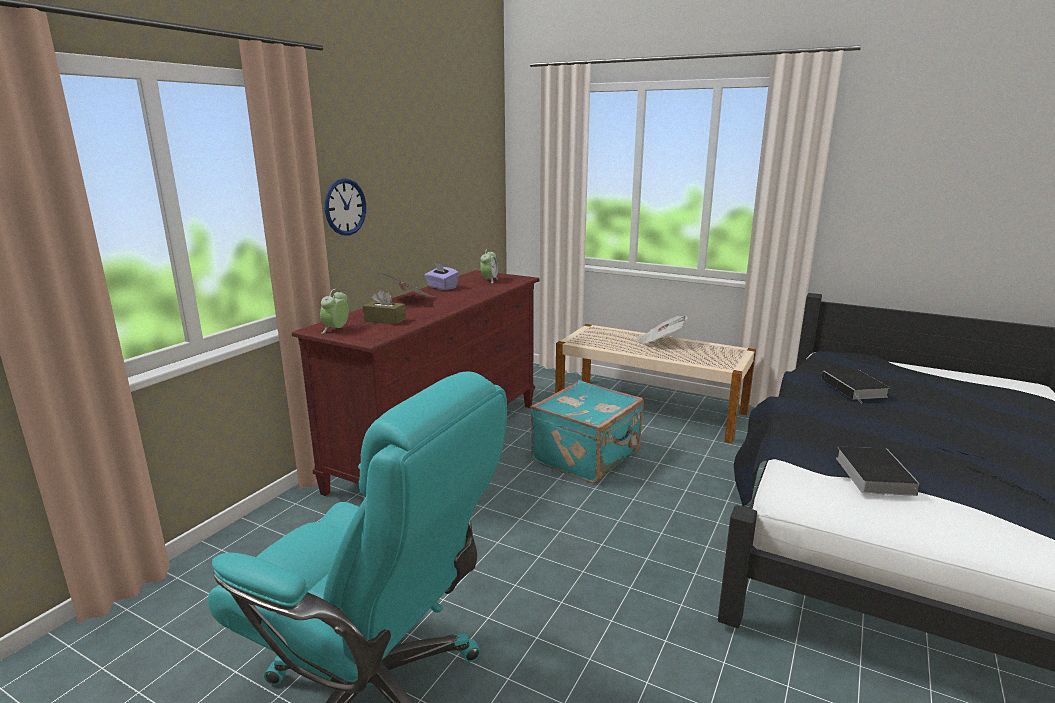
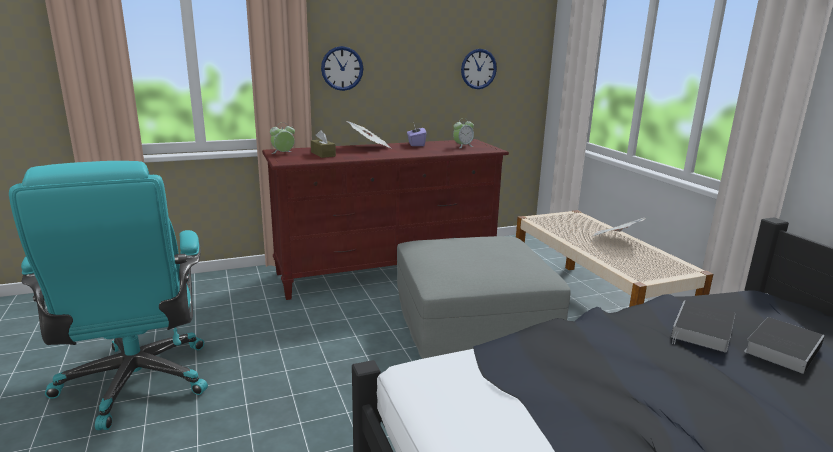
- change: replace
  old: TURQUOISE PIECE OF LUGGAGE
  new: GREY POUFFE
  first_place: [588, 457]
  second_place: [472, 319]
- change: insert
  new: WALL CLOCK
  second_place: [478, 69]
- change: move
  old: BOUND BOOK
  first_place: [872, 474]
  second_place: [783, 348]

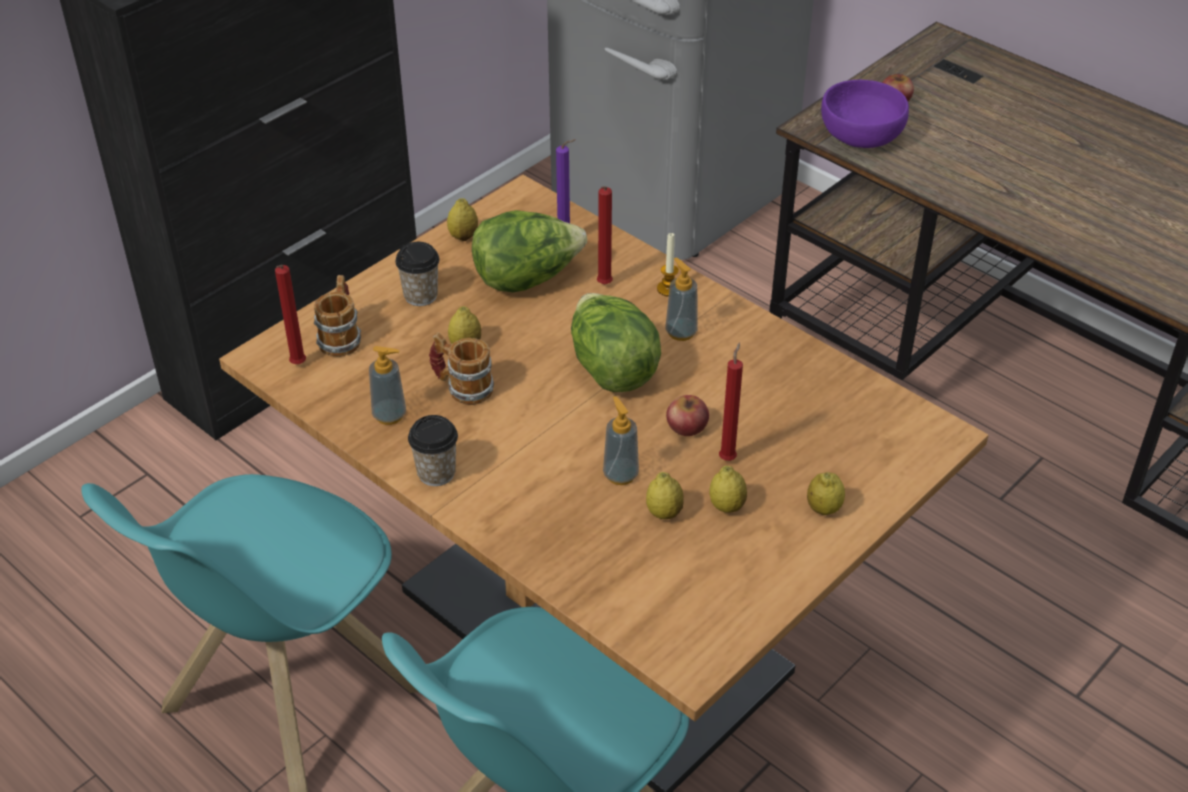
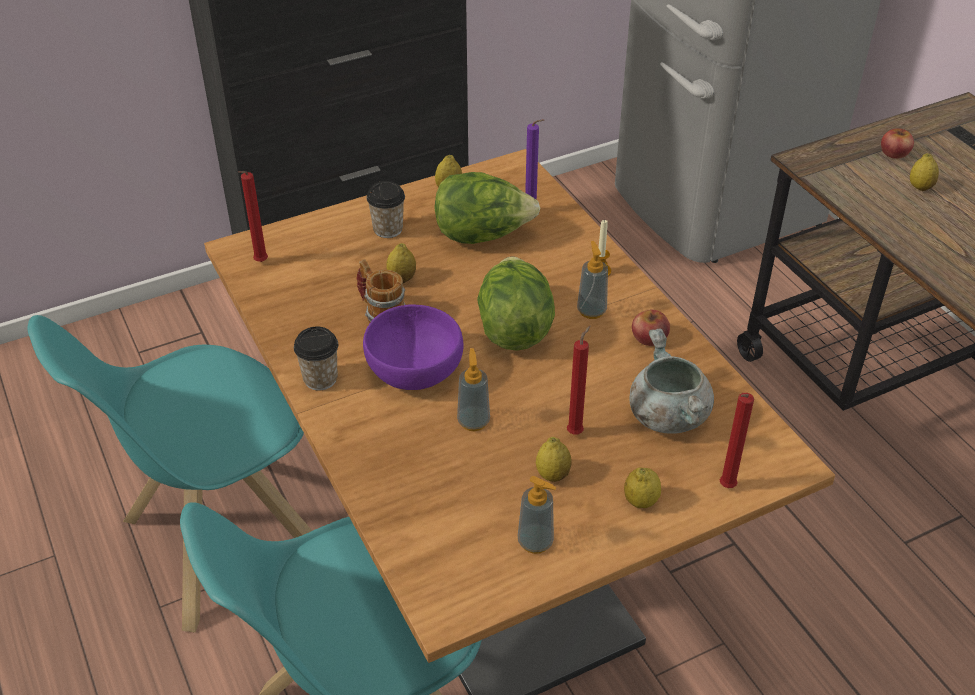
- change: move
  old: PURPLE-COLOURED DEEP DISH
  first_place: [861, 136]
  second_place: [413, 370]
- change: move
  old: SOAP DISPENSER
  first_place: [389, 415]
  second_place: [535, 542]
- change: insert
  new: GREY STOCKPOT
  second_place: [666, 415]
- change: move
  old: WHOLE APPLE
  first_place: [687, 426]
  second_place: [649, 337]
- change: move
  old: REDDISH WAX CANDLE
  first_place: [603, 286]
  second_place: [725, 488]
- change: move
  old: CITRUS FRUIT
  first_place: [664, 513]
  second_place: [920, 187]
- change: delete
  old: MUG
  first_place: [341, 337]

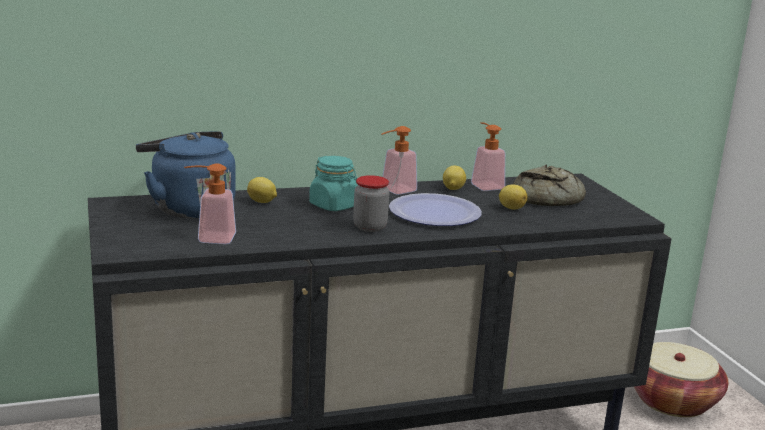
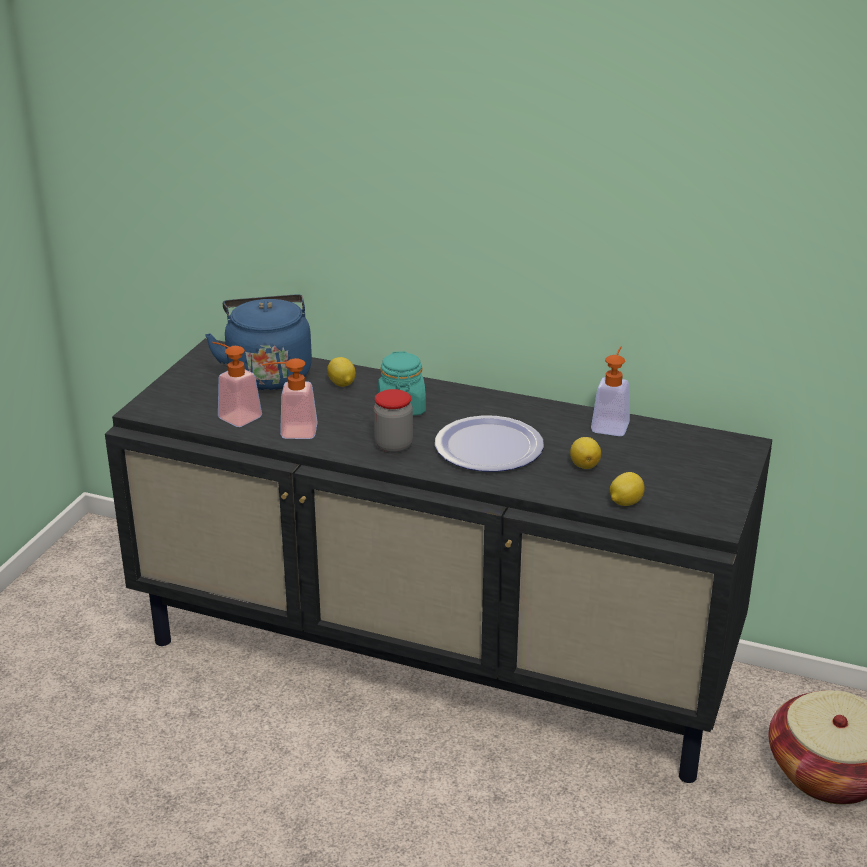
- change: move
  old: SOAP DISPENSER
  first_place: [394, 191]
  second_place: [291, 431]
- change: move
  old: CITRUS FRUIT
  first_place: [452, 189]
  second_place: [625, 502]
- change: delete
  old: BAKED BREAD
  first_place: [548, 198]

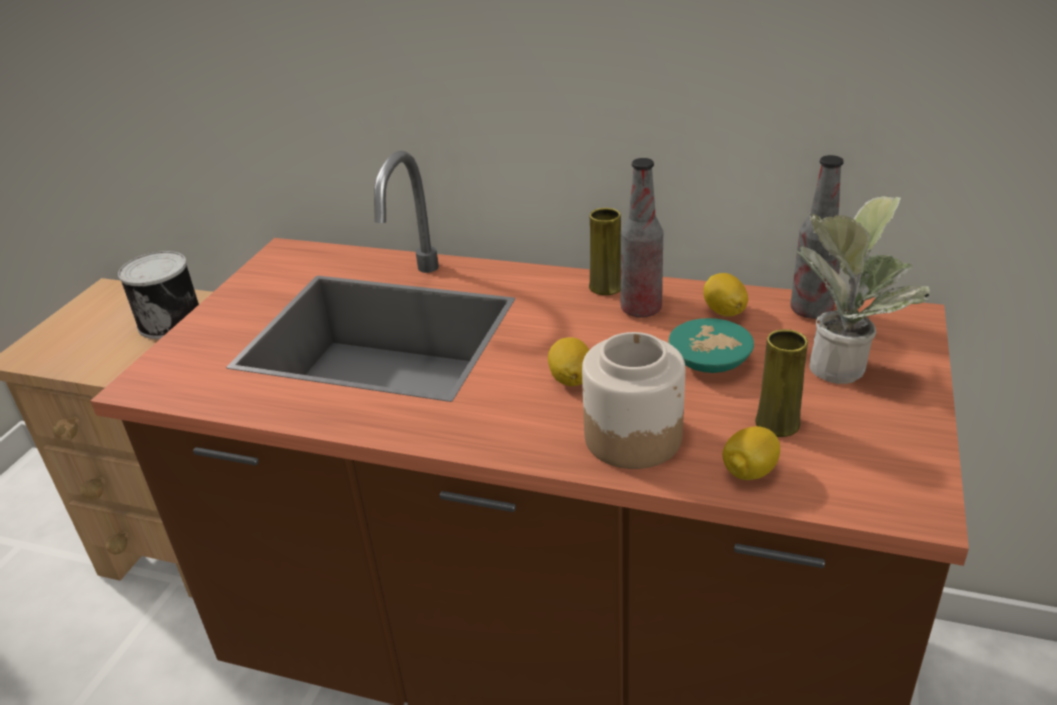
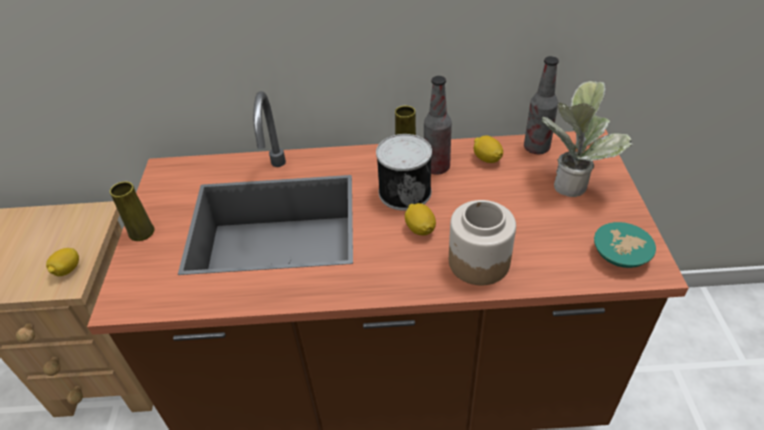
- change: move
  old: CITRUS FRUIT
  first_place: [749, 472]
  second_place: [68, 270]
- change: move
  old: YELLOW-COLOURED VASE
  first_place: [777, 424]
  second_place: [141, 232]
- change: move
  old: METAL CAN
  first_place: [171, 321]
  second_place: [404, 191]
- change: move
  old: TURQUOISE DEEP DISH
  first_place: [712, 362]
  second_place: [622, 255]

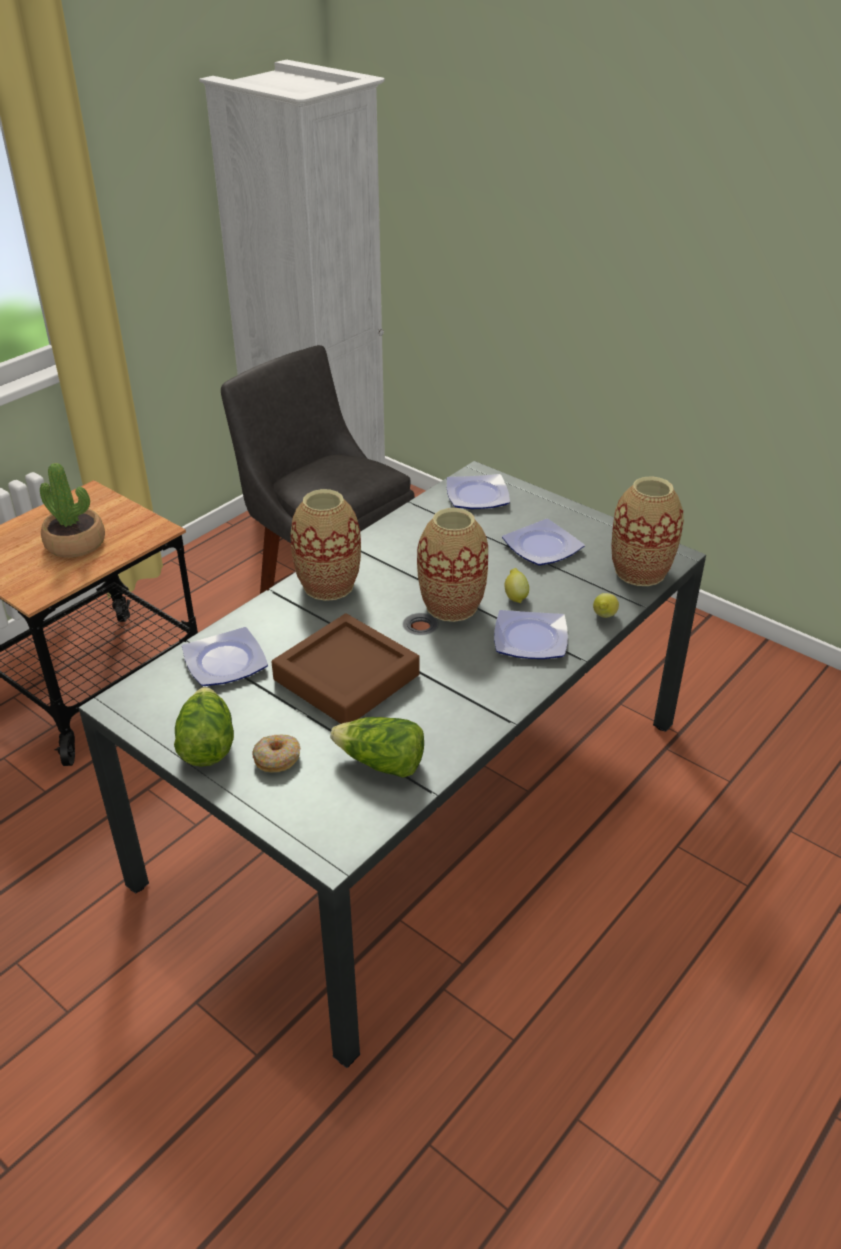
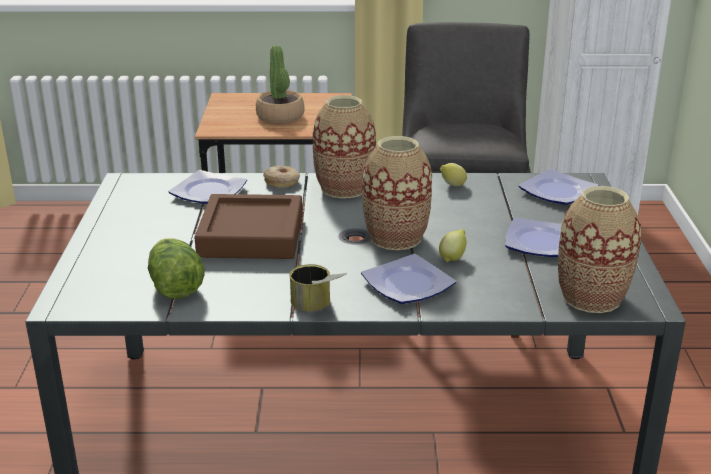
- change: move
  old: DONUT
  first_place: [277, 758]
  second_place: [282, 182]
- change: insert
  new: METAL CAN
  second_place: [318, 306]
- change: move
  old: CITRUS FRUIT
  first_place: [604, 617]
  second_place: [452, 186]
- change: delete
  old: HEAD OF LETTUCE
  first_place: [206, 743]

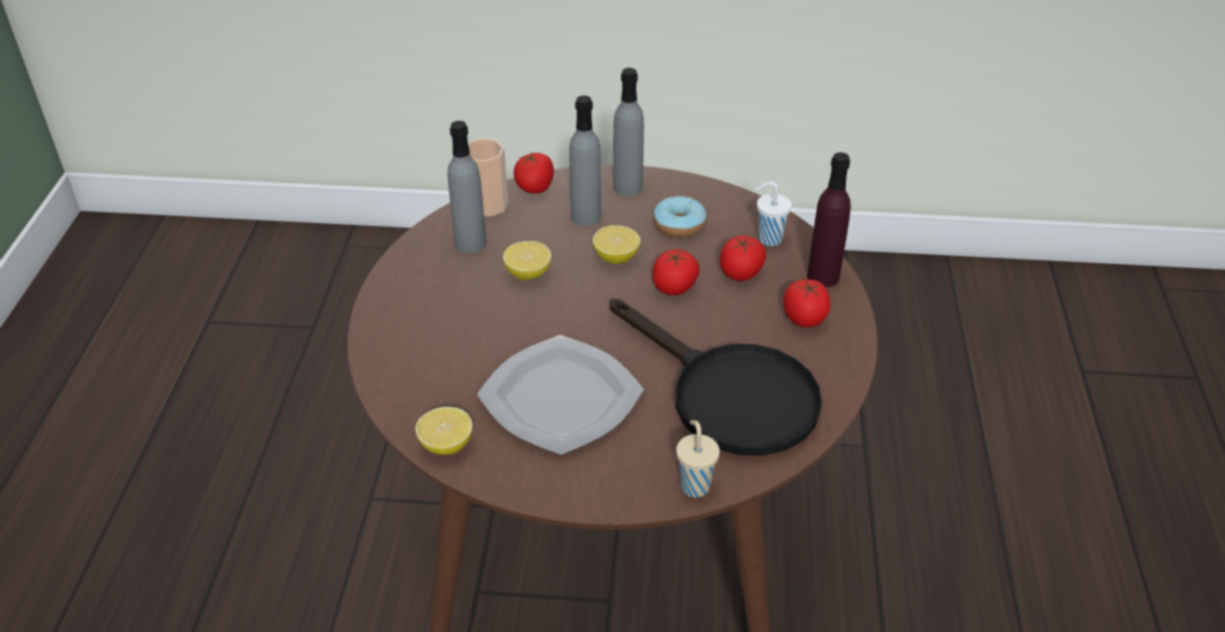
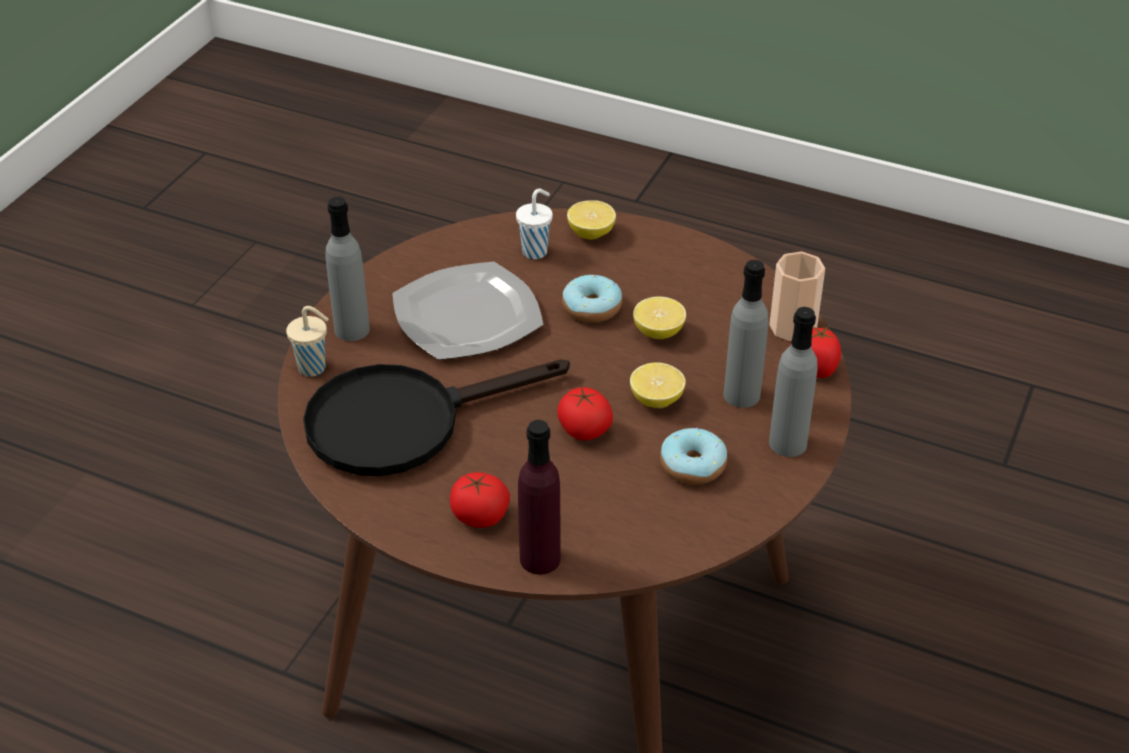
- change: move
  old: GREY DRINK BOTTLE
  first_place: [470, 243]
  second_place: [352, 329]
- change: move
  old: WHITE DRINKING CUP
  first_place: [768, 239]
  second_place: [536, 251]
- change: insert
  new: DONUT
  second_place: [592, 308]
- change: move
  old: CITRUS FRUIT
  first_place: [446, 445]
  second_place: [591, 233]
- change: delete
  old: WHOLE TOMATO
  first_place: [741, 273]

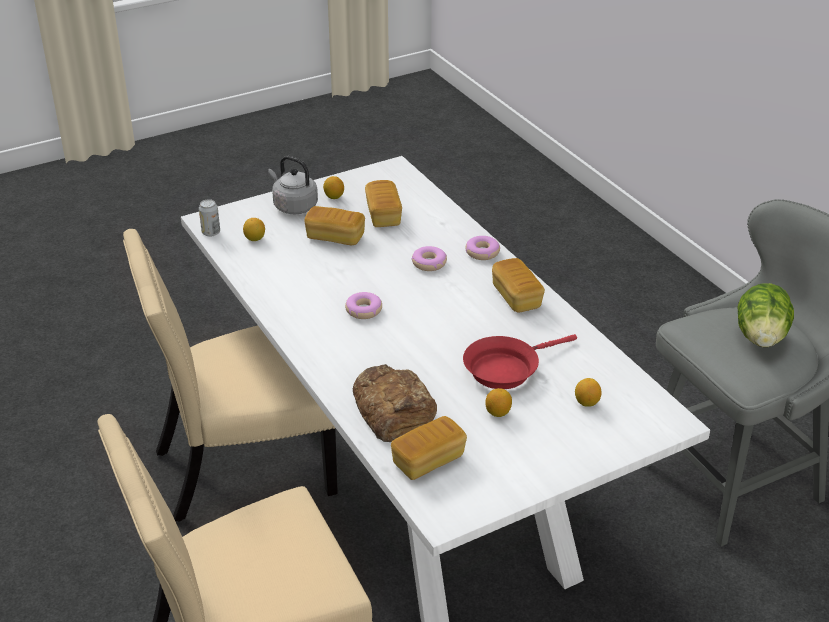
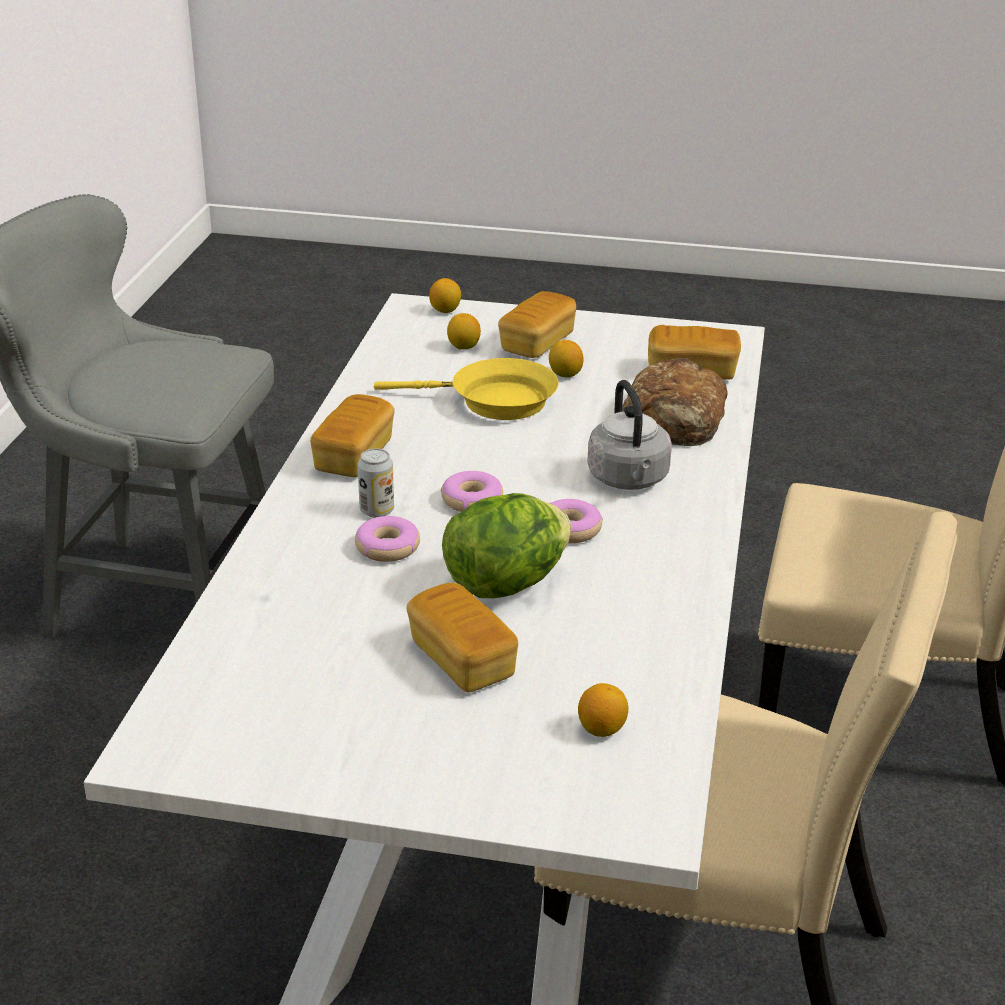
- change: move
  old: METAL CAN
  first_place: [211, 232]
  second_place: [377, 510]
- change: recolor
  old: REDDISH PAN
  new: YELLOW-COLOURED PAN
  first_place: [506, 368]
  second_place: [494, 401]
- change: move
  old: CITRUS FRUIT
  first_place: [334, 197]
  second_place: [445, 310]
- change: move
  old: DONUT
  first_place: [482, 252]
  second_place: [471, 500]
- change: move
  old: HEAD OF LETTUCE
  first_place: [761, 337]
  second_place: [506, 584]
- change: move
  old: BAKED BREAD
  first_place: [383, 215]
  second_place: [537, 343]
- change: move
  old: GREY WATER KETTLE
  first_place: [293, 206]
  second_place: [629, 480]

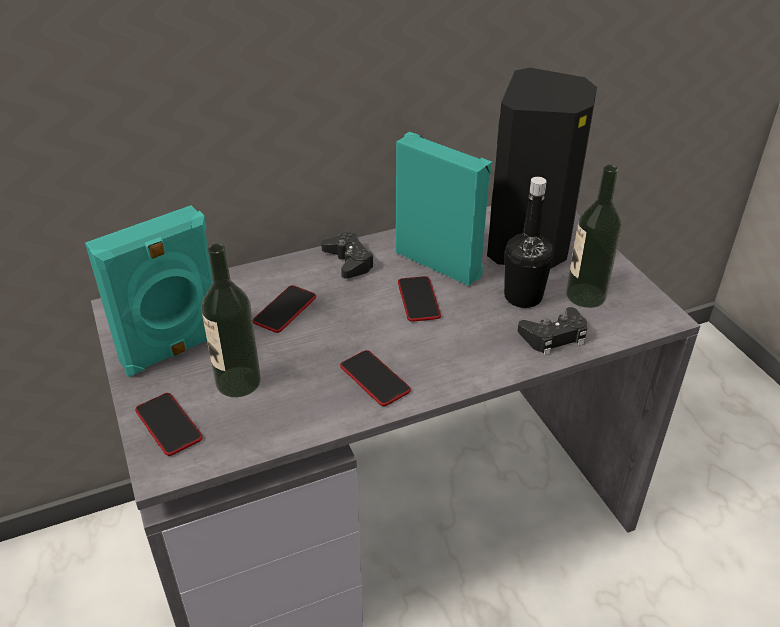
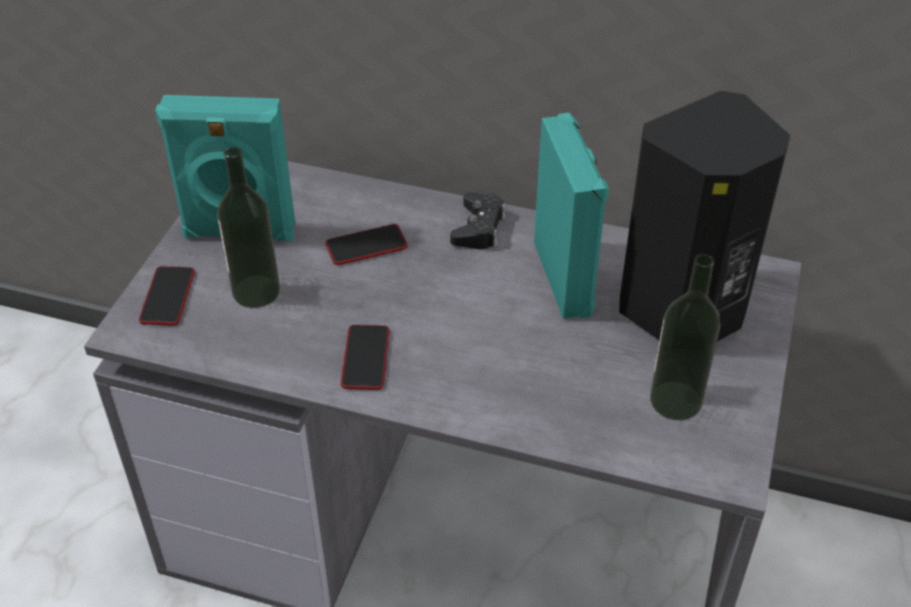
- change: delete
  old: TELEPHONE
  first_place: [418, 300]
- change: delete
  old: BLACK-COLOURED DRINK BOTTLE
  first_place: [523, 297]
- change: delete
  old: BLACK-COLOURED GAME CONTROLLER
  first_place: [554, 336]

